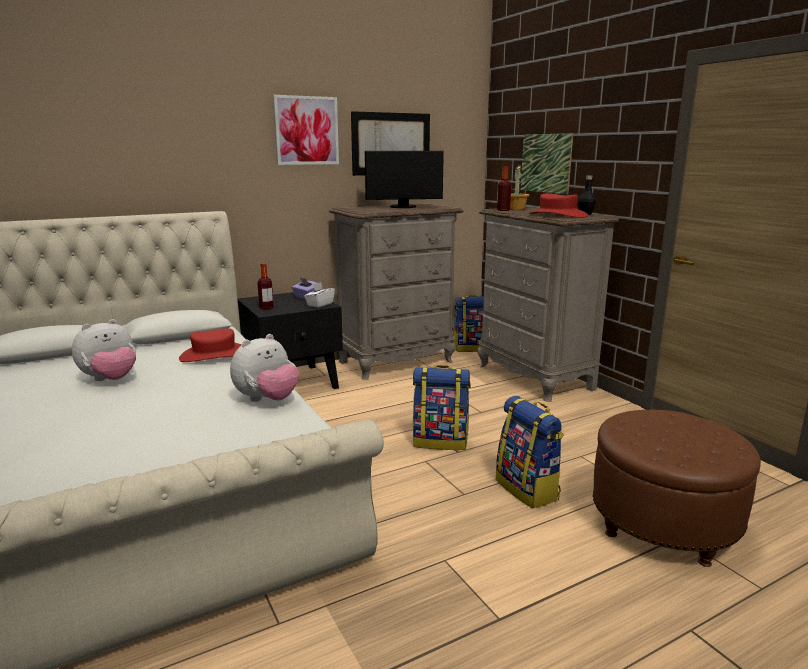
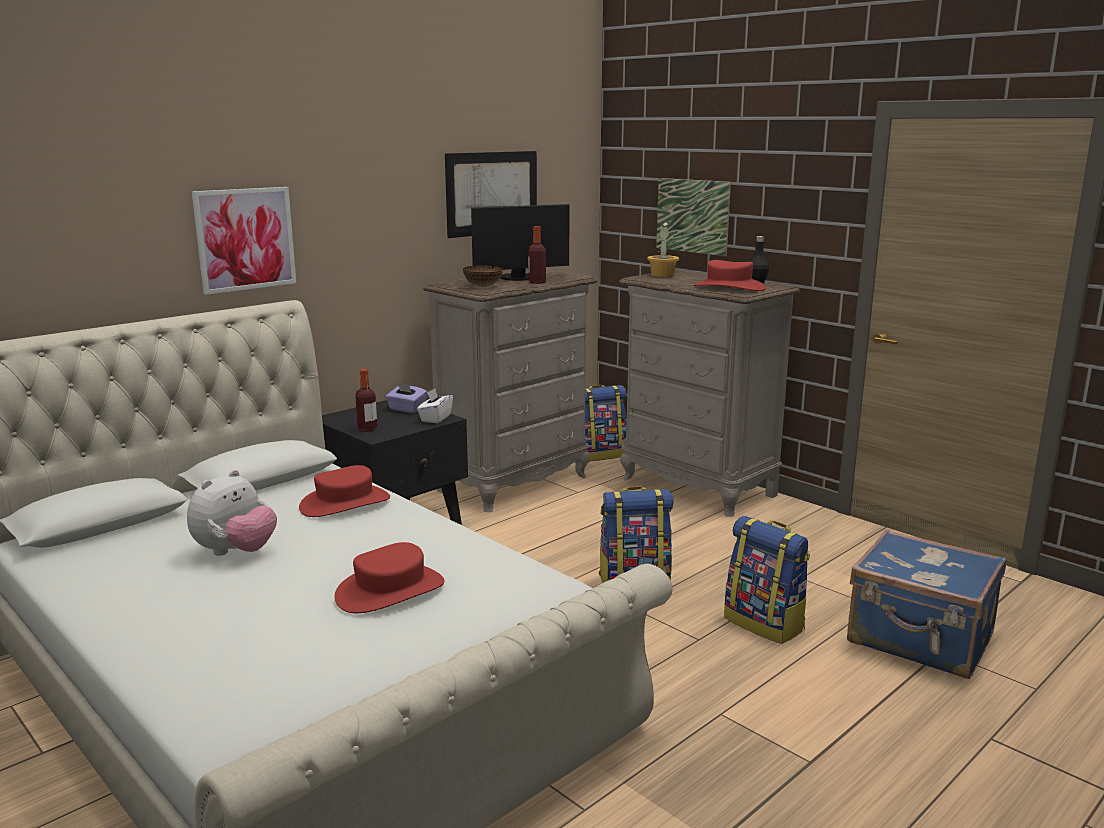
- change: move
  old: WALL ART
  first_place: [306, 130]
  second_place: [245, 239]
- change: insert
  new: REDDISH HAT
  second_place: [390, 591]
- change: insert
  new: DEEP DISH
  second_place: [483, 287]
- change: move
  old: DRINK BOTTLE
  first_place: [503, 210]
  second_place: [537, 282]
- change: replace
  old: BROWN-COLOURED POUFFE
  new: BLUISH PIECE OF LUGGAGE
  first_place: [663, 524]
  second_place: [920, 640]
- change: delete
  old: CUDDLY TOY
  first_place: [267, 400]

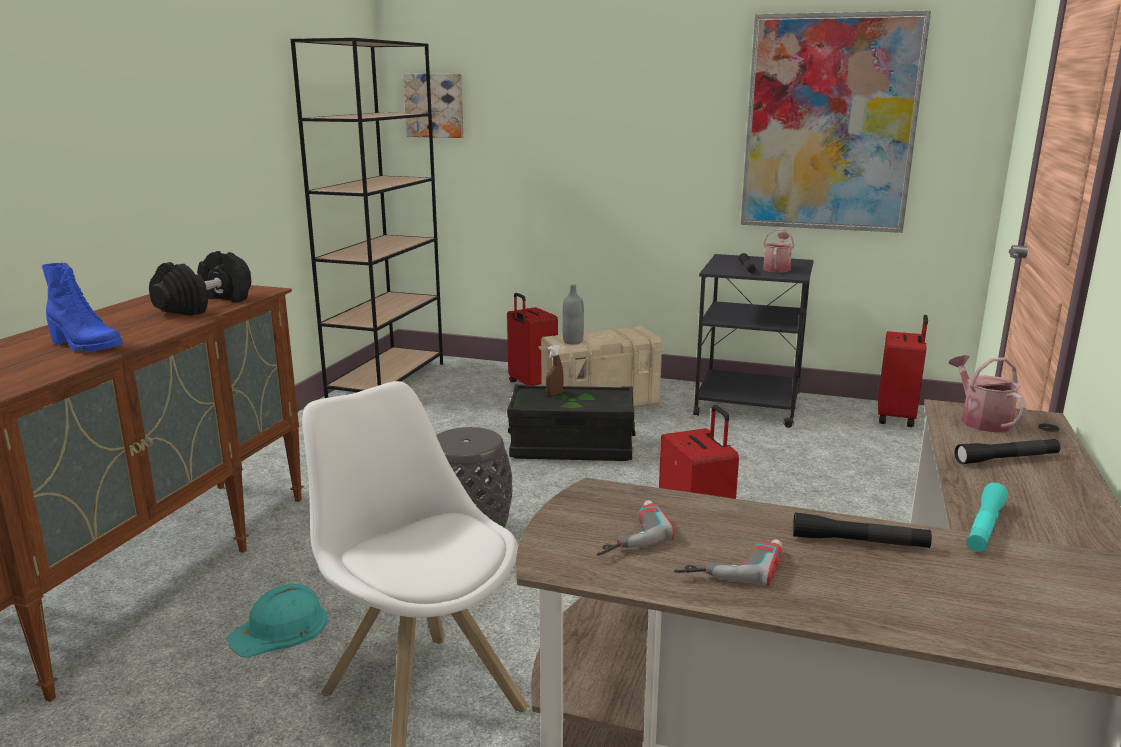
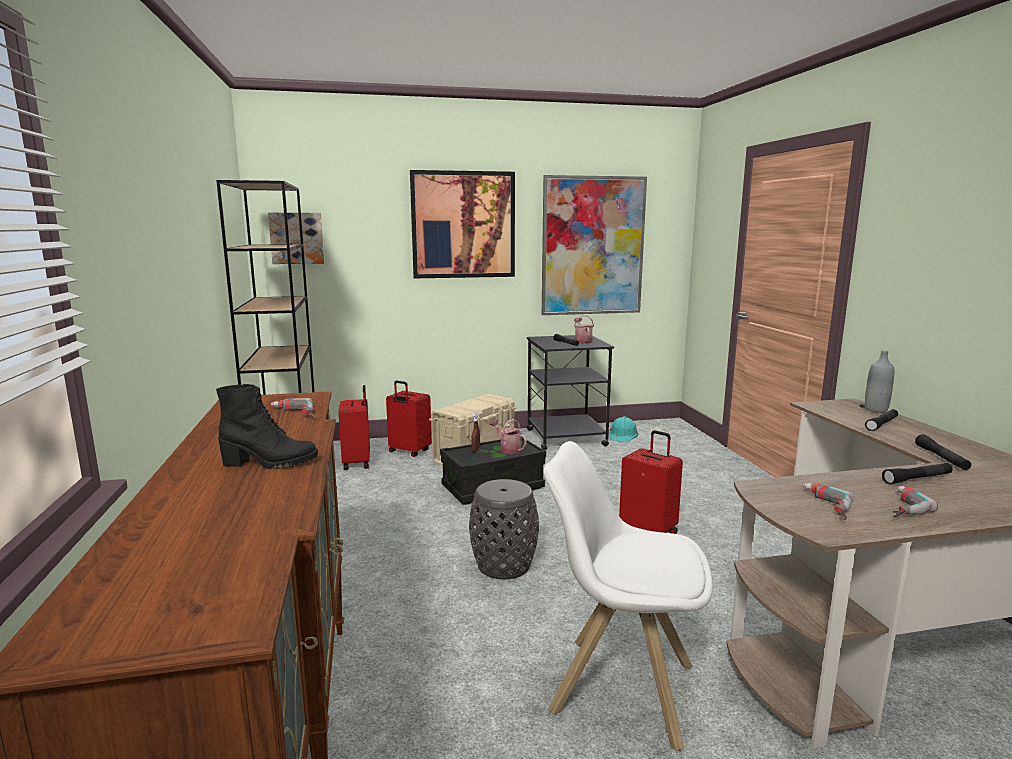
- change: recolor
  old: BLUISH BOOT
  new: BLACK-COLOURED BOOT
  first_place: [85, 346]
  second_place: [270, 463]
- change: replace
  old: BLACK-COLOURED FREE WEIGHT
  new: ELECTRIC DRILL
  first_place: [205, 305]
  second_place: [292, 414]
- change: move
  old: REDDISH PIECE OF LUGGAGE
  first_place: [897, 417]
  second_place: [358, 463]
- change: insert
  new: WALL ART
  second_place: [463, 225]
- change: move
  old: WATERING POT
  first_place: [981, 420]
  second_place: [508, 449]
- change: move
  old: TURQUOISE SAFETY HELMET
  first_place: [280, 629]
  second_place: [622, 435]
- change: move
  old: GREY DRINK BOTTLE
  first_place: [573, 341]
  second_place: [876, 409]
- change: recolor
  old: TURQUOISE TORCH
  new: BLACK-COLOURED TORCH
  first_place: [984, 527]
  second_place: [941, 458]

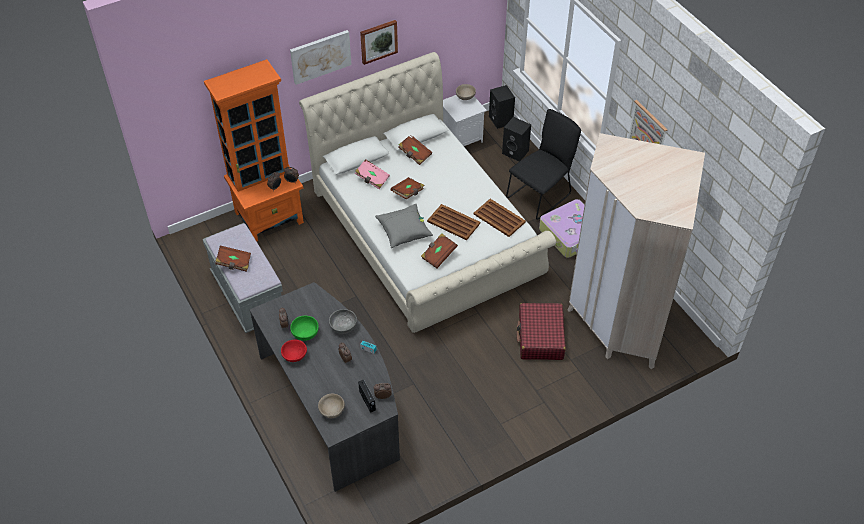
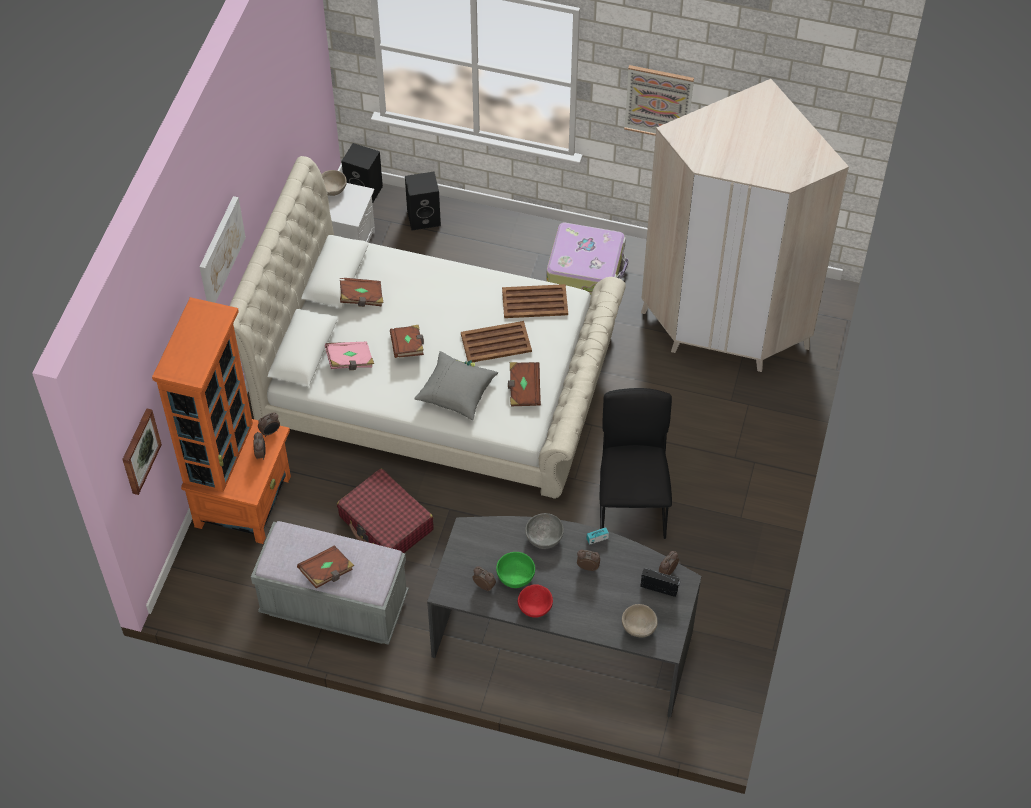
- change: move
  old: WALL ART
  first_place: [378, 41]
  second_place: [139, 451]
- change: move
  old: REDDISH PIECE OF LUGGAGE
  first_place: [540, 337]
  second_place: [386, 524]
- change: move
  old: BLACK-COLOURED UPRIGHT CHAIR
  first_place: [540, 195]
  second_place: [632, 501]

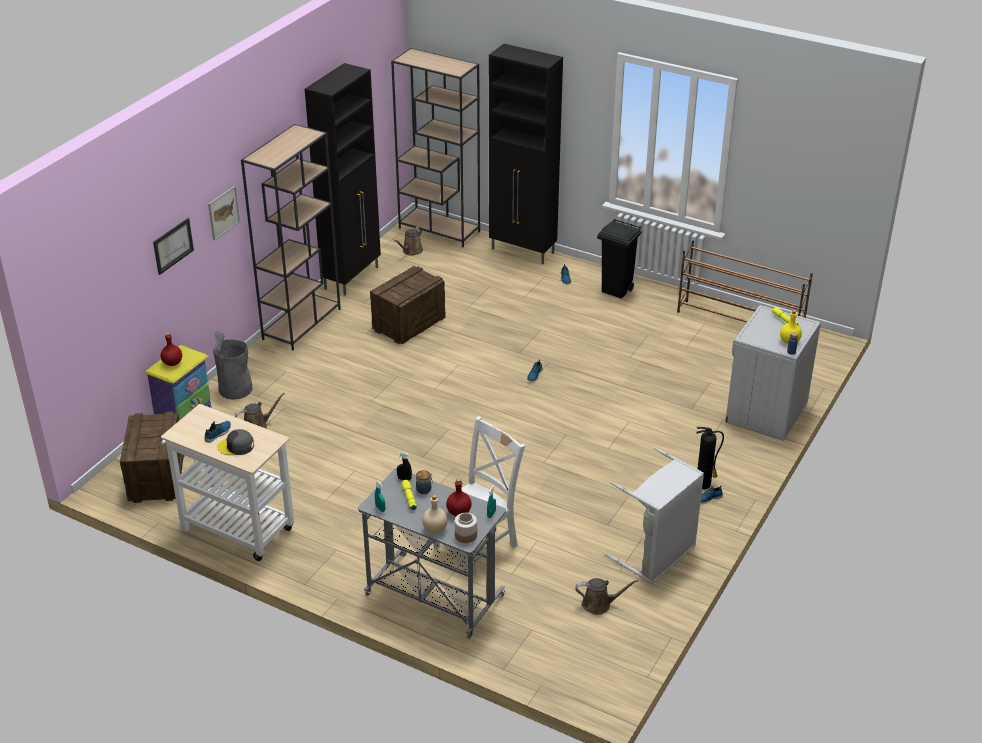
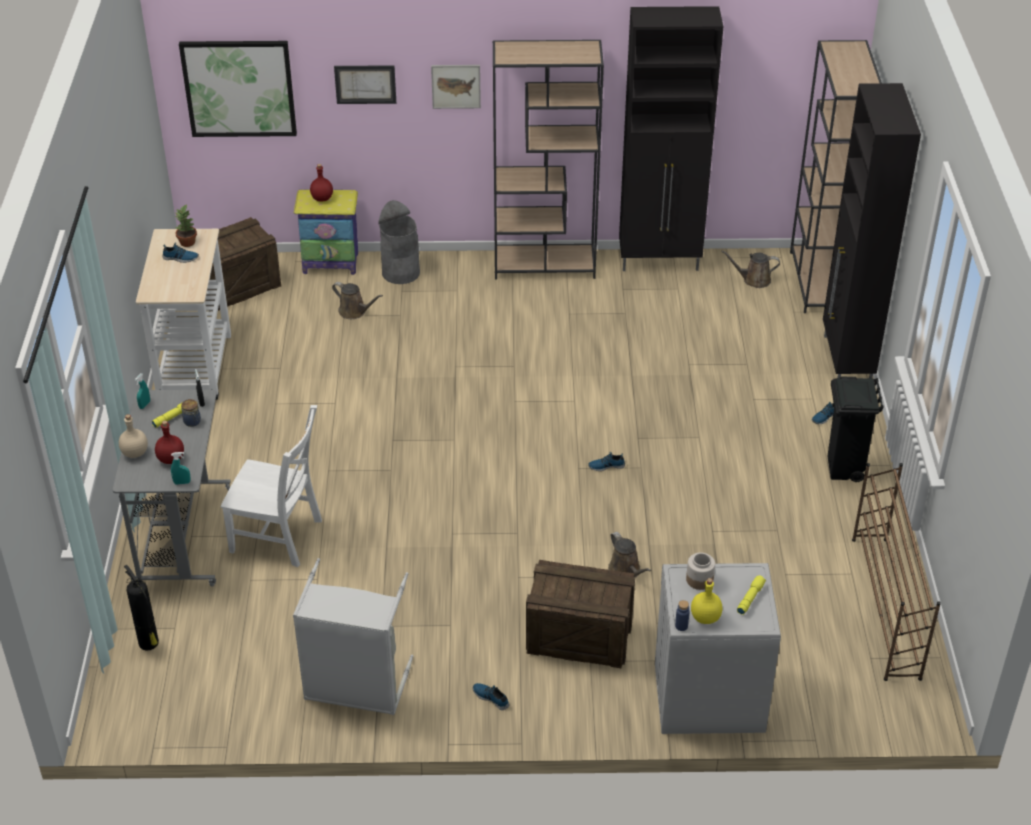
- change: move
  old: EXTINGUISHER
  first_place: [704, 484]
  second_place: [149, 644]
- change: insert
  new: POTTED PLANT
  second_place: [188, 242]
- change: insert
  new: WALL ART
  second_place: [239, 88]
- change: move
  old: CRATE
  first_place: [409, 323]
  second_place: [579, 637]
- change: move
  old: BROWN-COLOURED WATERING POT
  first_place: [599, 604]
  second_place: [626, 571]
- change: move
  old: JAR
  first_place: [466, 535]
  second_place: [699, 580]
- change: delete
  old: GREY PEAKED CAP
  first_place: [236, 446]

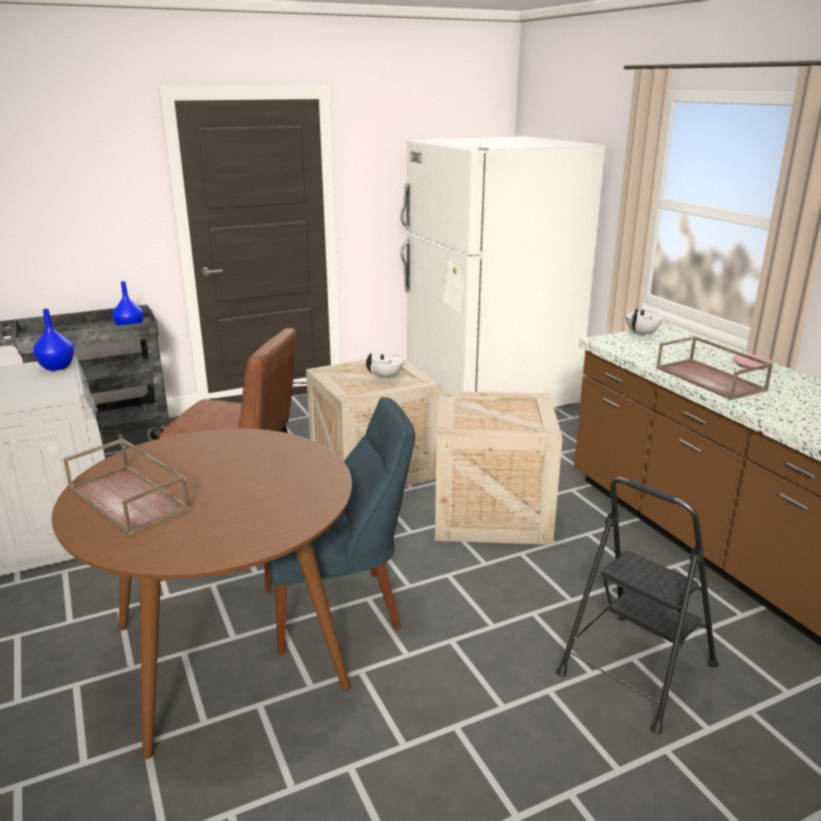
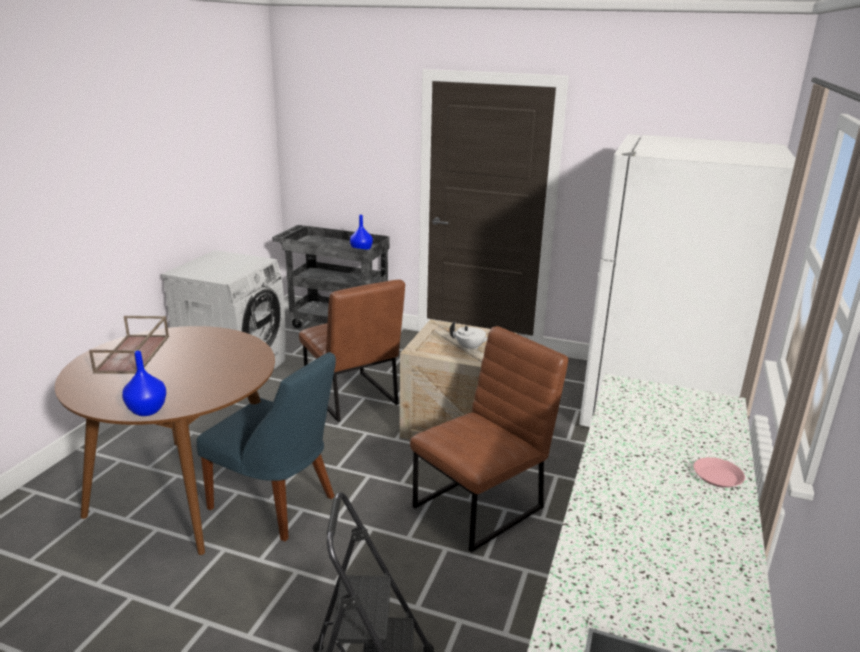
- change: move
  old: BLUISH VASE
  first_place: [56, 367]
  second_place: [146, 410]
- change: replace
  old: CRATE
  new: BROWN-COLOURED UPRIGHT CHAIR
  first_place: [493, 512]
  second_place: [481, 506]
- change: delete
  old: WHITE TEAPOT
  first_place: [642, 334]
- change: delete
  old: BROWN-COLOURED TRAY
  first_place: [711, 379]

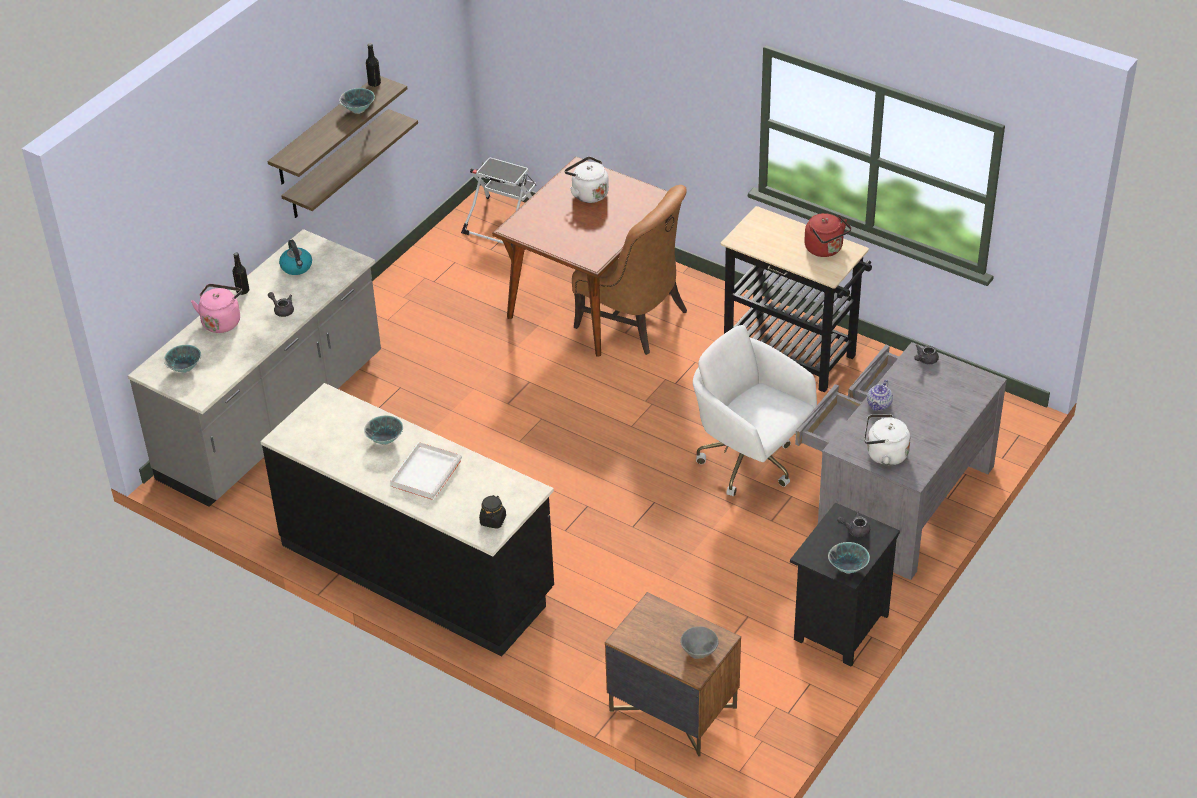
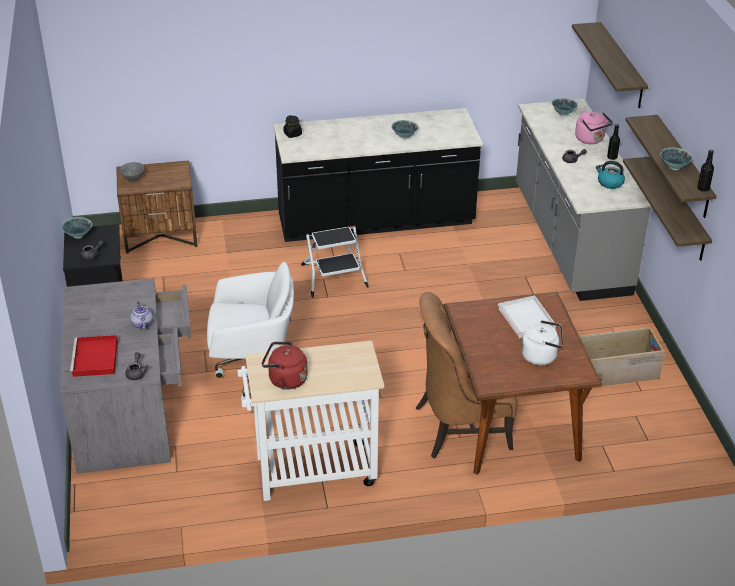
- change: insert
  new: REDDISH TRAY
  second_place: [95, 359]
- change: recolor
  old: BLACK-COLOURED WHEELED CART
  new: WHITE WHEELED CART
  first_place: [792, 354]
  second_place: [313, 471]
- change: move
  old: STEP STOOL
  first_place: [503, 221]
  second_place: [333, 276]
- change: move
  old: WHITE TRAY
  first_place: [426, 472]
  second_place: [527, 319]
- change: insert
  new: SHELF
  second_place: [621, 66]
- change: insert
  new: CRATE
  second_place: [615, 371]
- change: delete
  old: WHITE WATER KETTLE
  first_place: [884, 454]

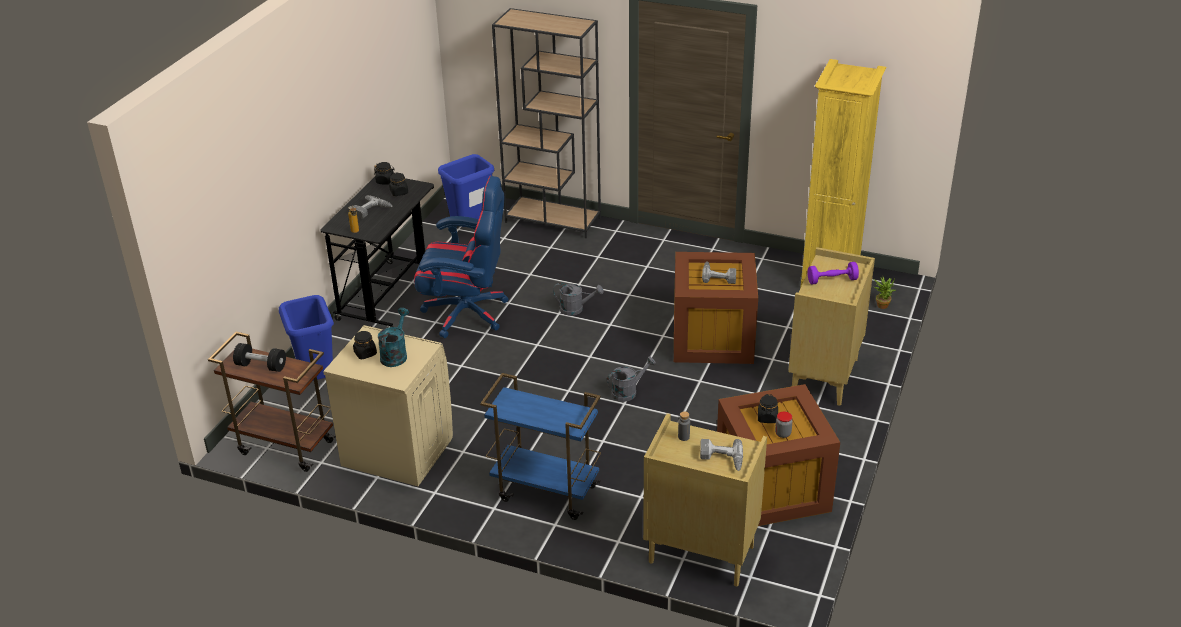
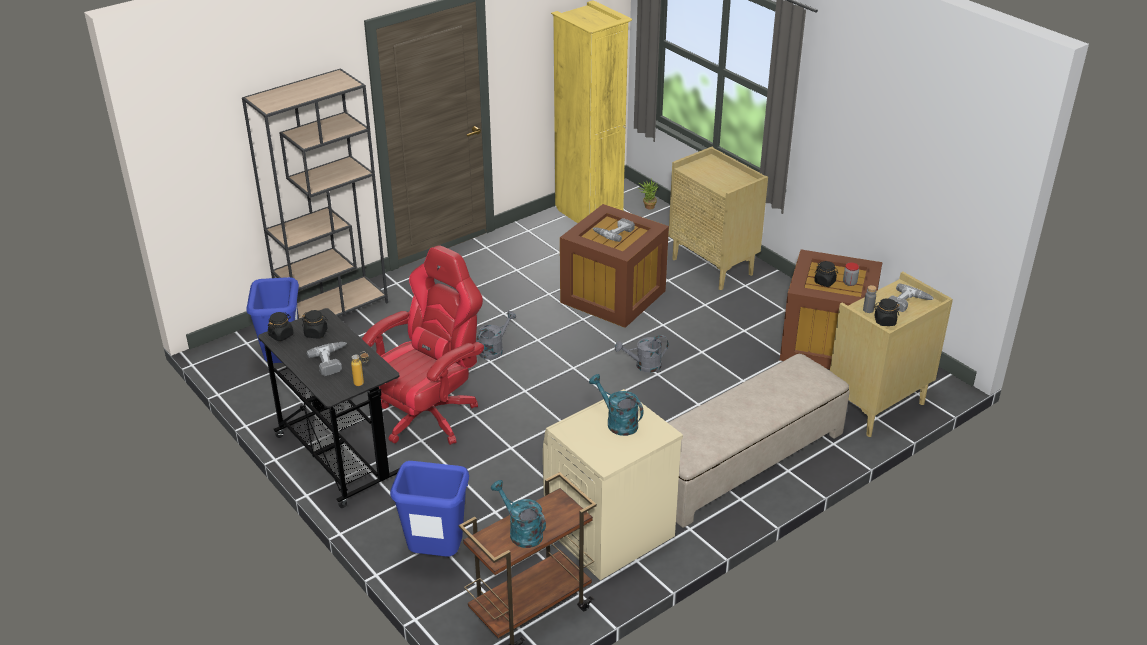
- change: recolor
  old: BLUISH COMPUTER CHAIR
  new: REDDISH COMPUTER CHAIR
  first_place: [465, 313]
  second_place: [428, 416]
- change: replace
  old: BLACK-COLOURED FREE WEIGHT
  new: TURQUOISE WATERING POT
  first_place: [261, 366]
  second_place: [521, 532]
- change: rotate
  old: GREY WATERING POT
  first_place: [628, 392]
  second_place: [643, 366]
  degrees: -105
- change: replace
  old: BLUISH WHEELED CART
  new: BEIGE INDOOR BENCH
  first_place: [544, 492]
  second_place: [741, 461]
- change: move
  old: BLACK-COLOURED JAR
  first_place: [365, 353]
  second_place: [884, 321]
- change: delete
  old: PURPLE-COLOURED FREE WEIGHT
  first_place: [832, 280]

